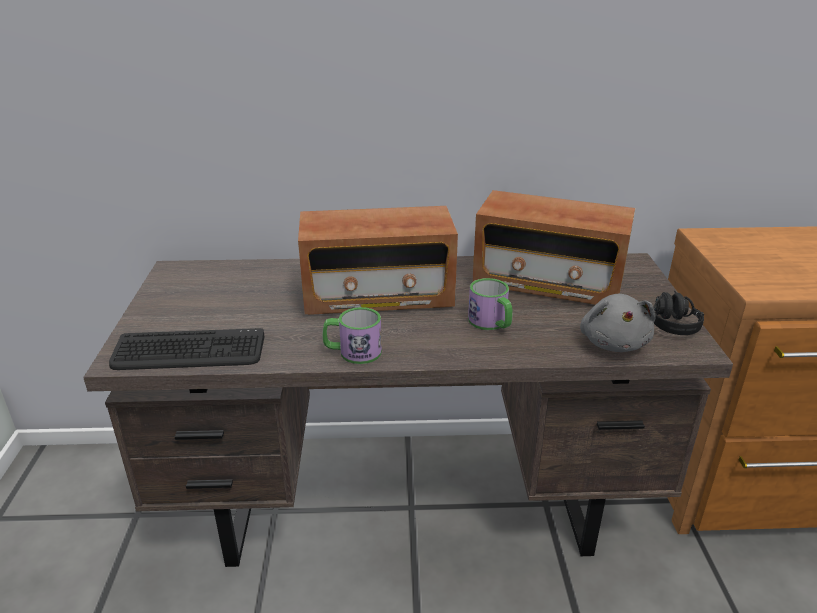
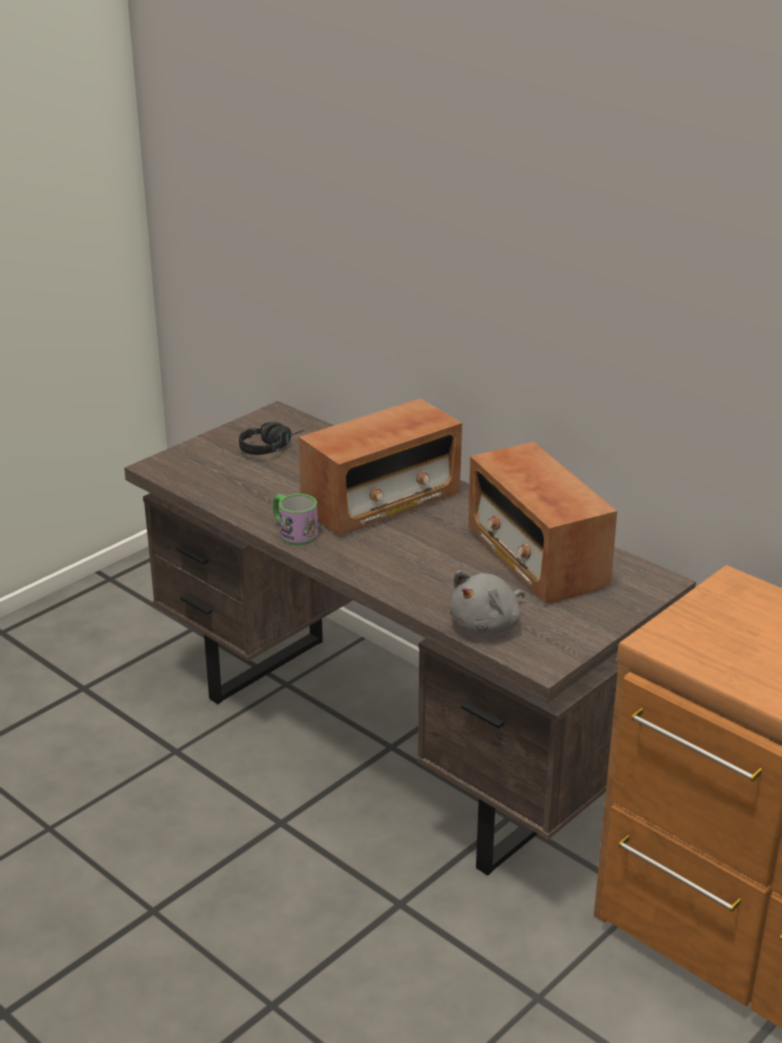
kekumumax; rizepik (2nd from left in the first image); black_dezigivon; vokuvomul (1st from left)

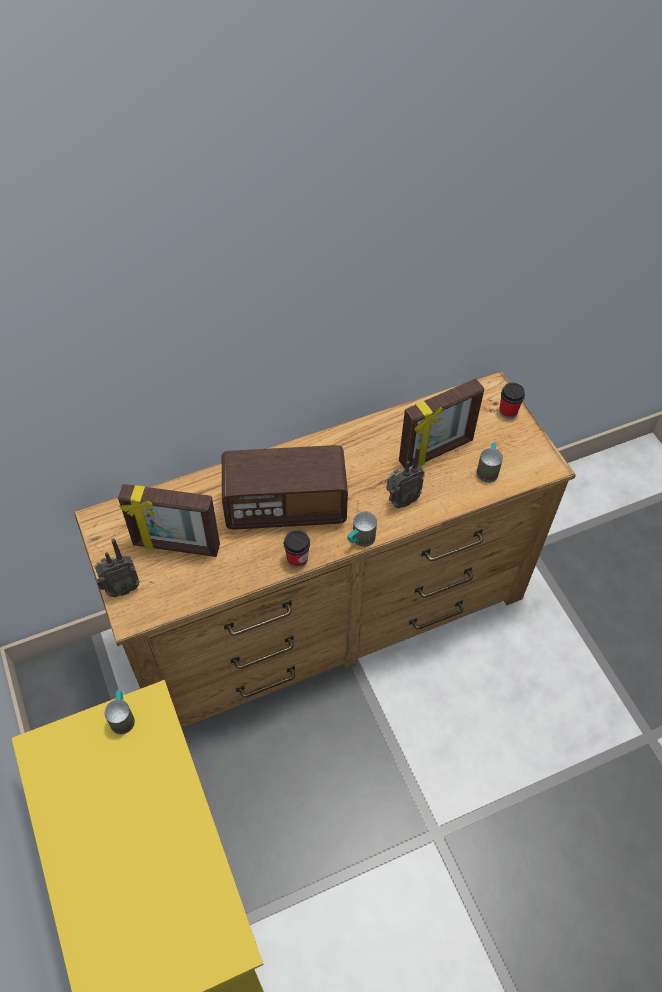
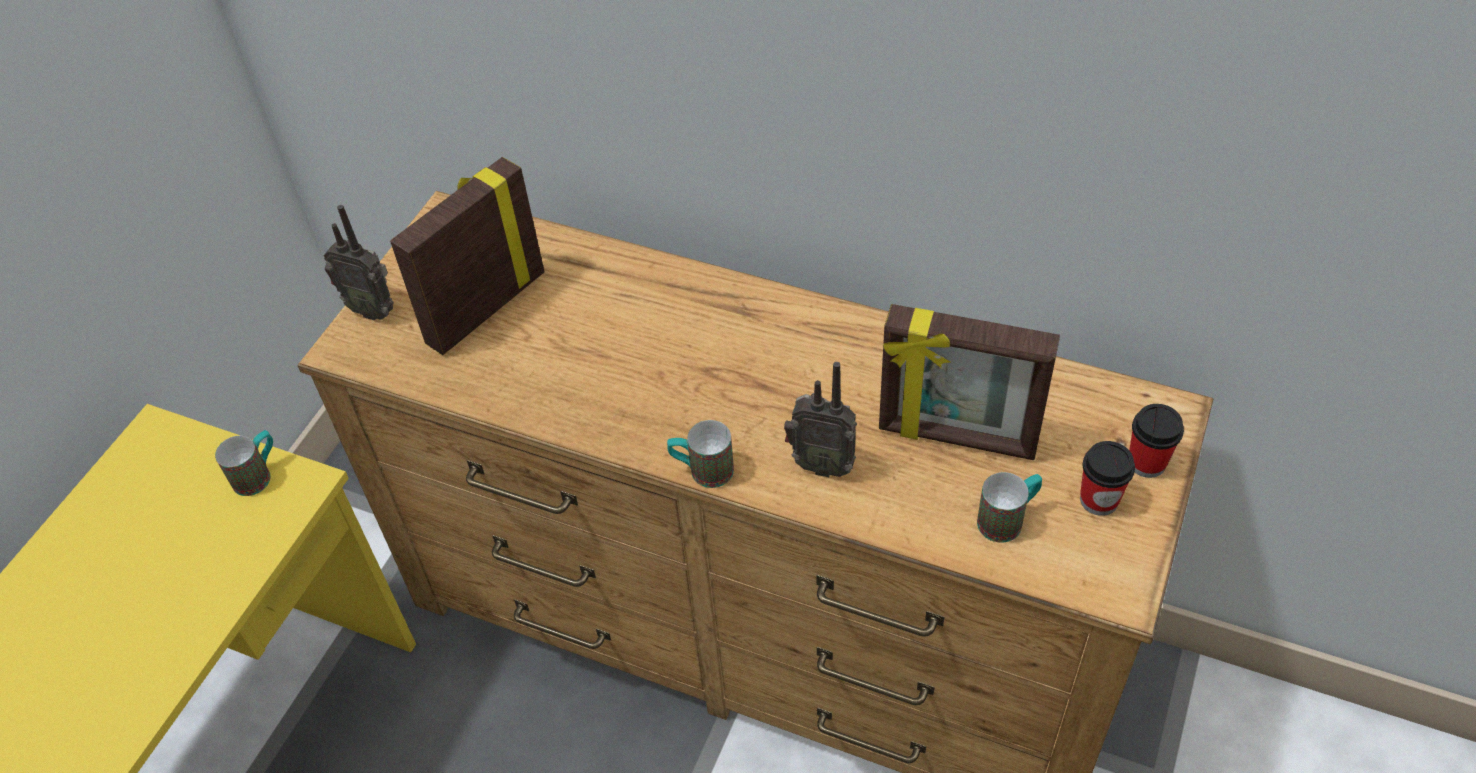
vokuvomul (2nd from left in the first image); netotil (1st from left); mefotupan (1st from left)

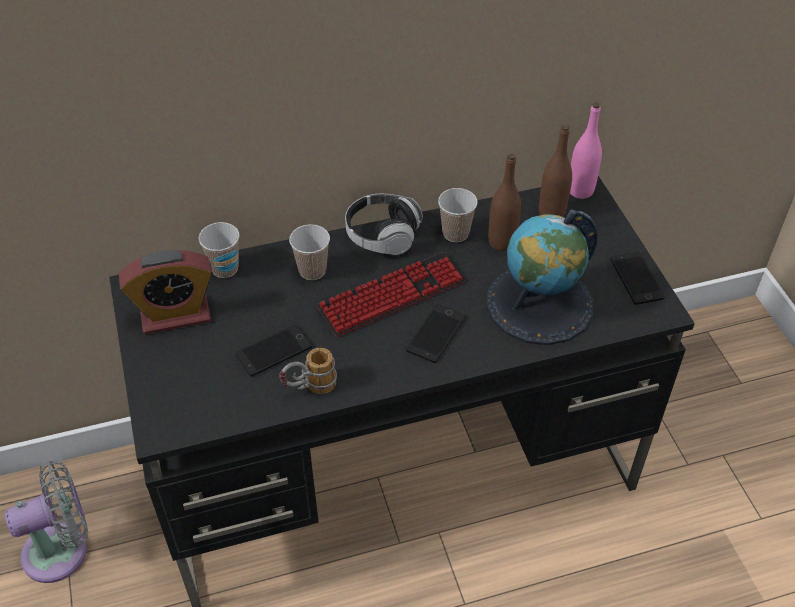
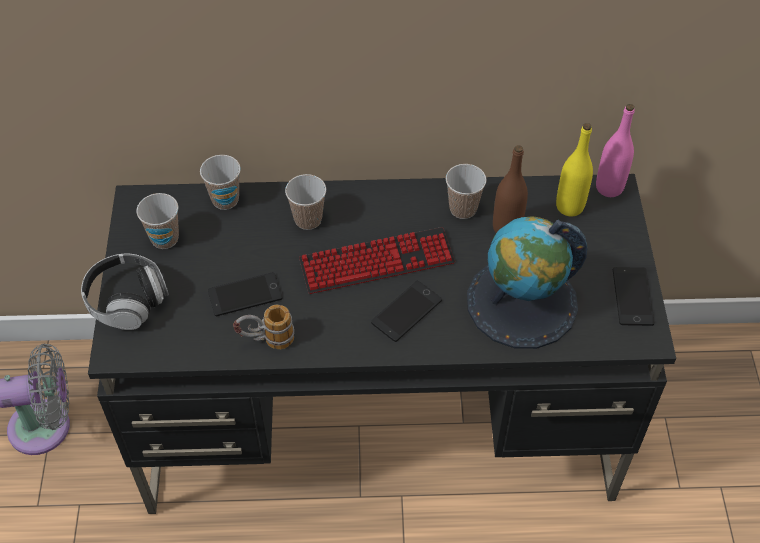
dezigivon; netotil (1st from left); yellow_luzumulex

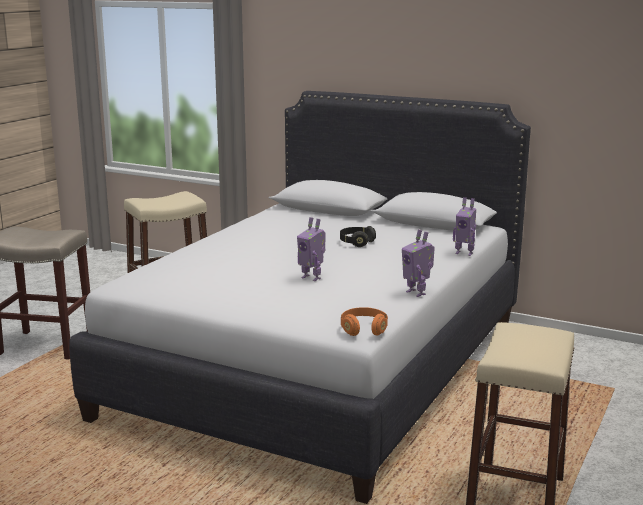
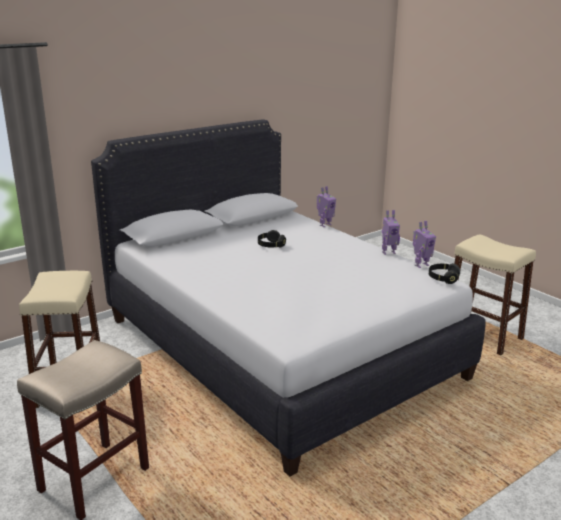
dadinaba (3rd from left); black_dezigivon (2nd from left)

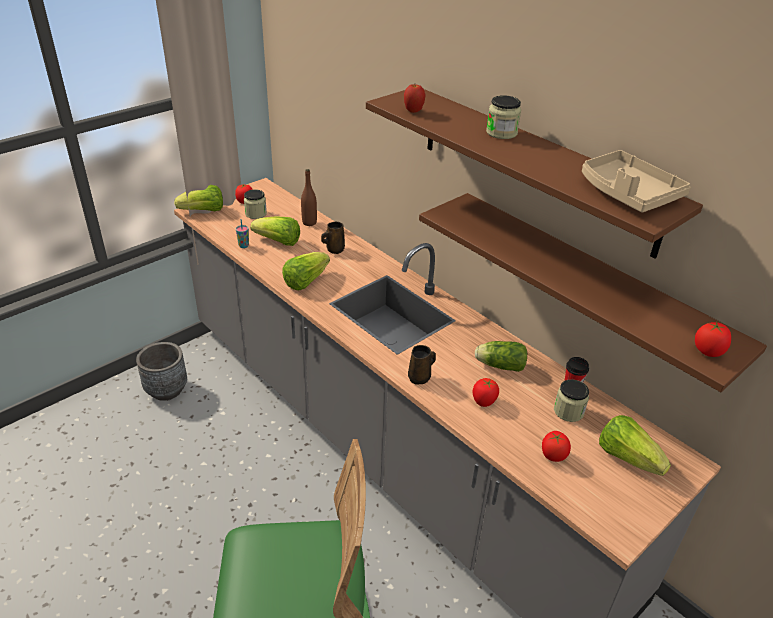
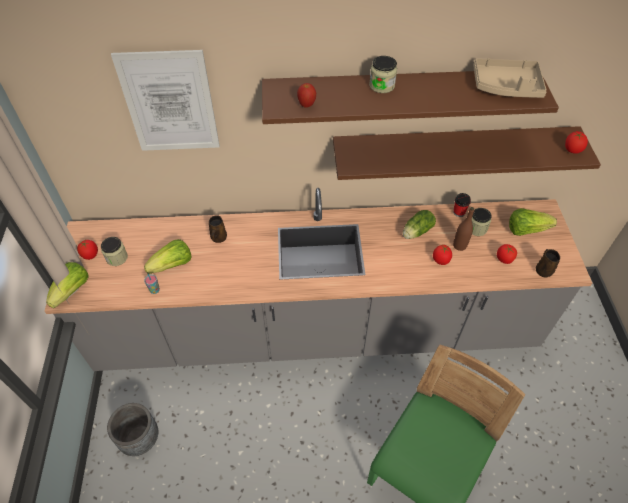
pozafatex (3rd from left in the first image); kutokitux; brown_luzumulex; brown_rizepik (2nd from left)

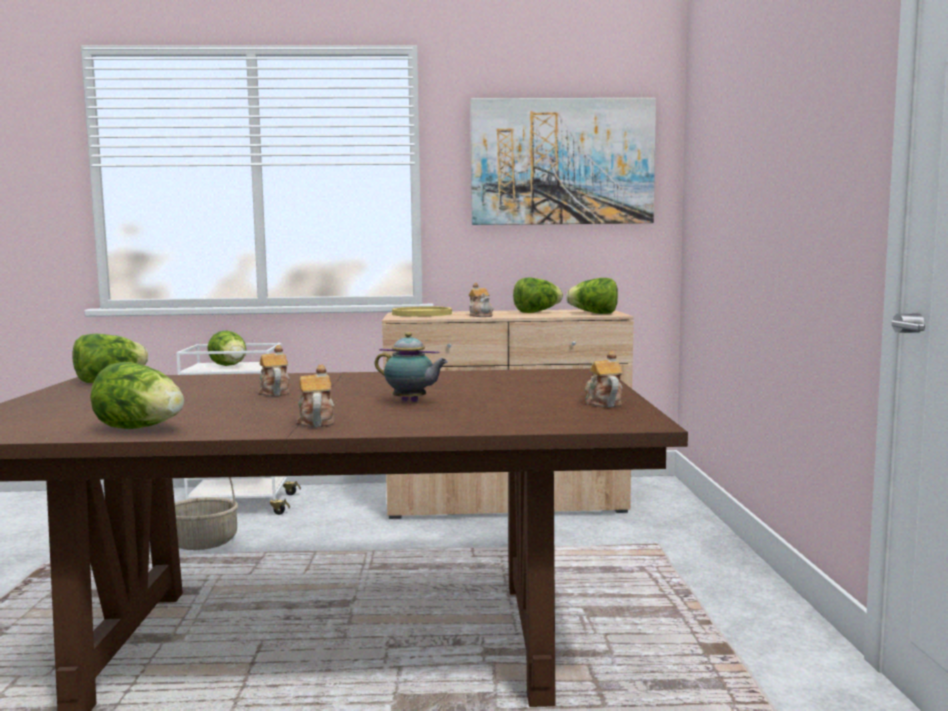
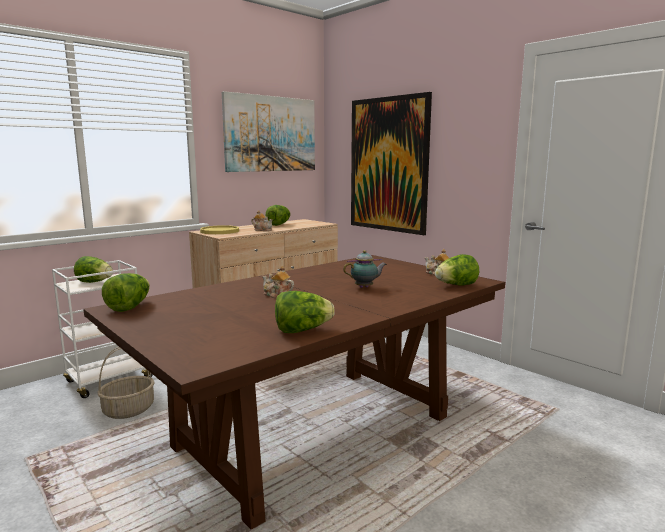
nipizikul (2nd from left in the first image); kutokitux (2nd from left); pozafatex (5th from left)

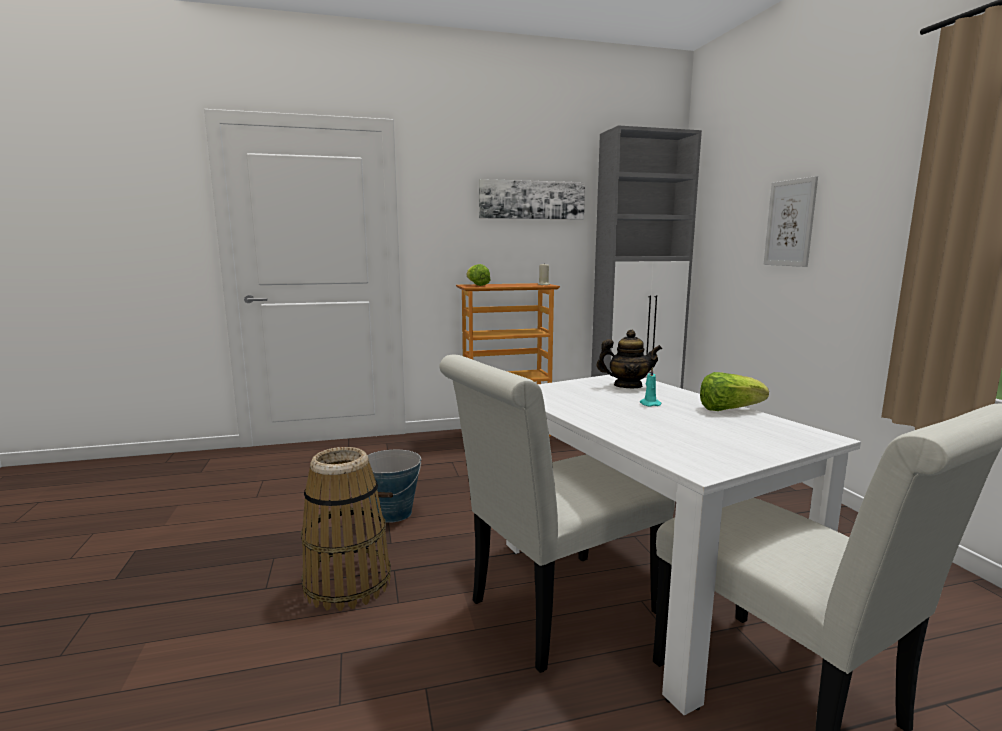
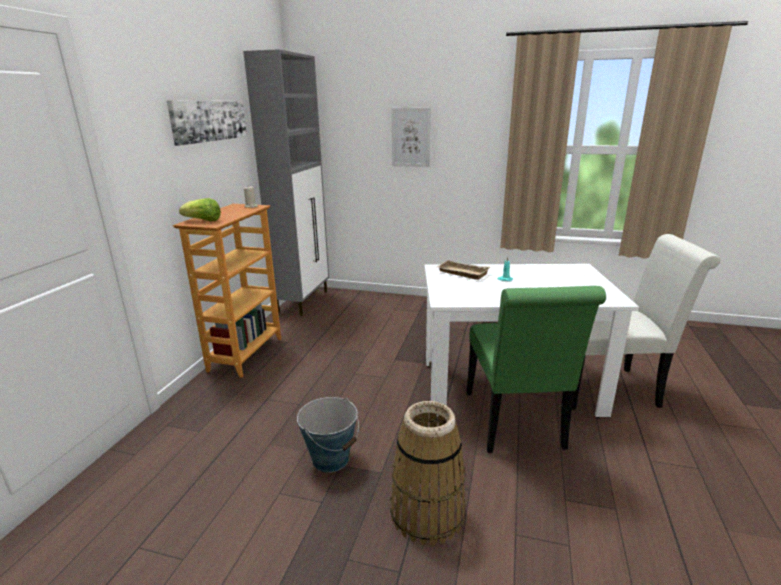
pozafatex (2nd from left in the first image); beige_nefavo; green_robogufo

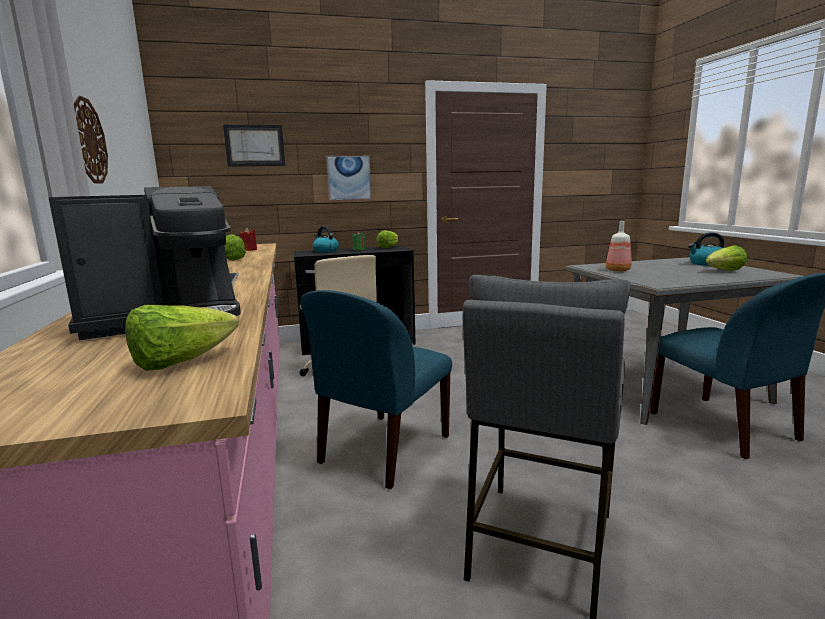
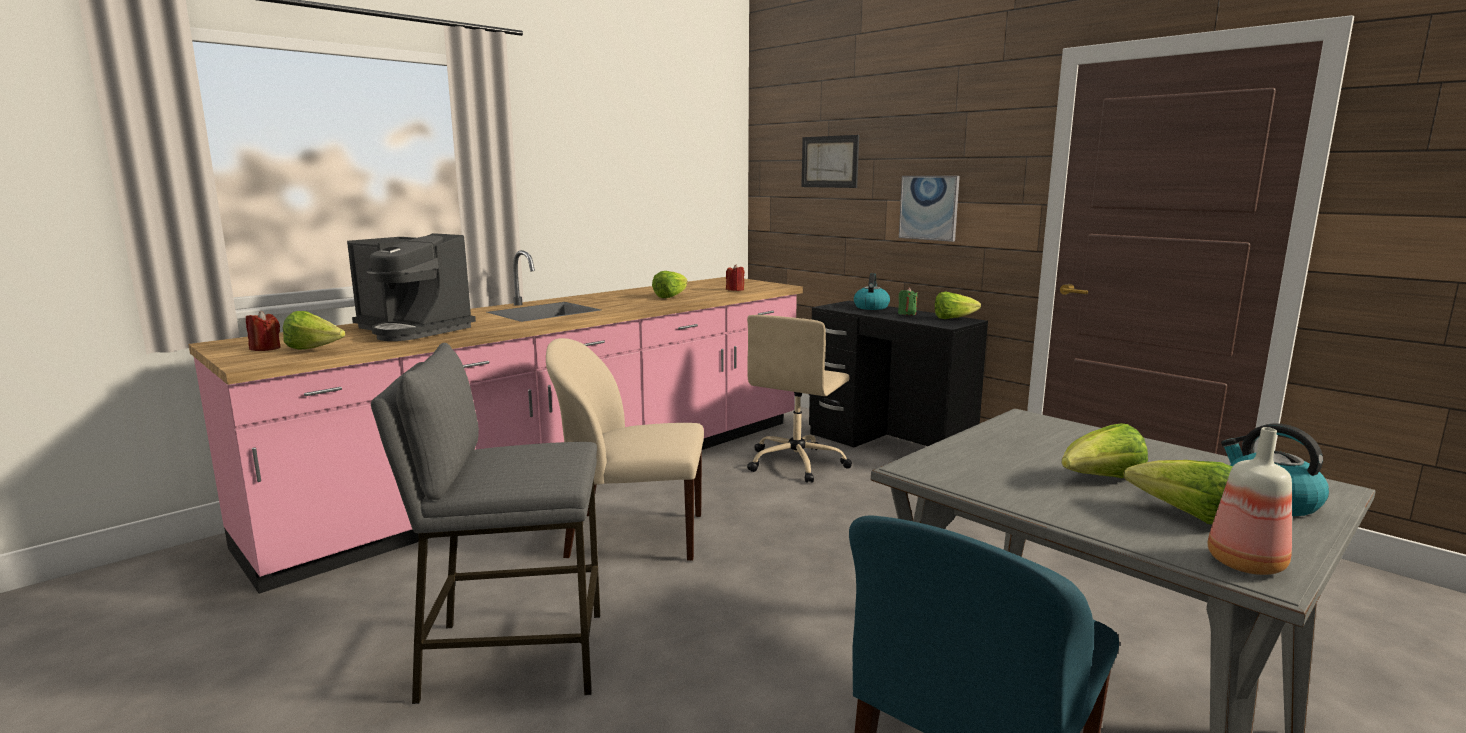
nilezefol; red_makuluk (1st from left); pozafatex (4th from left); luzumulex; beige_robogufo

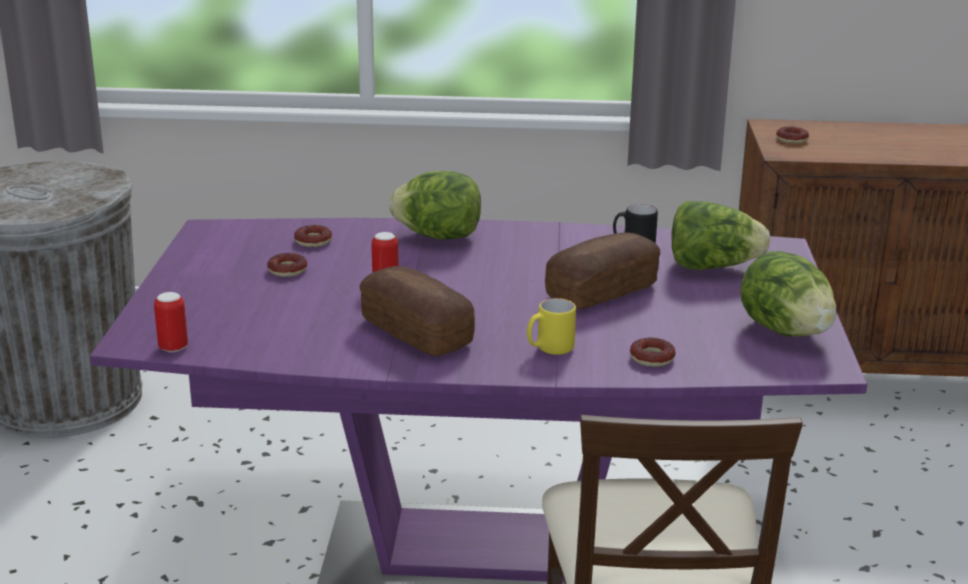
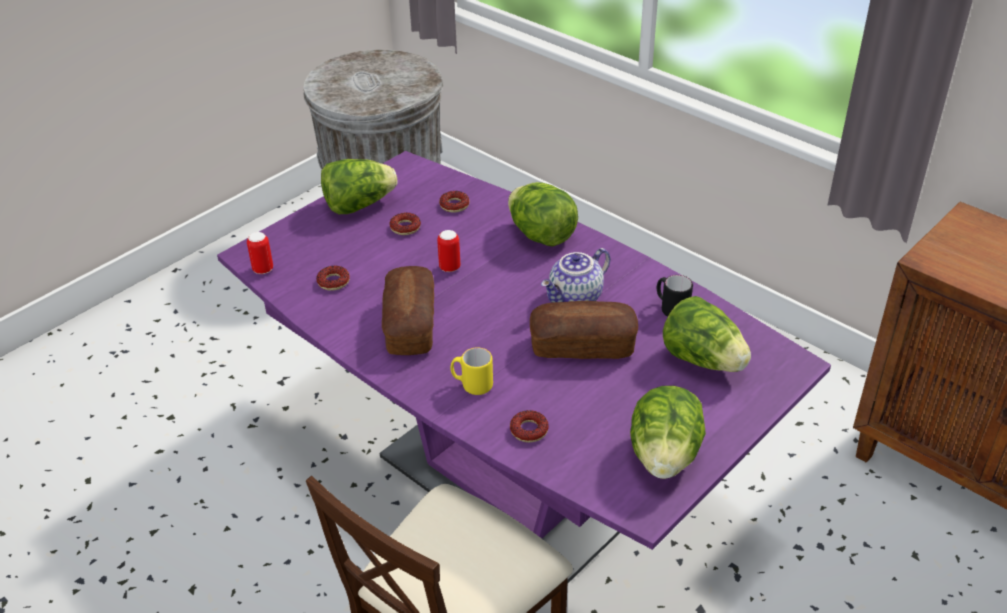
pozafatex (1st from left); nipizikul; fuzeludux (1st from left)

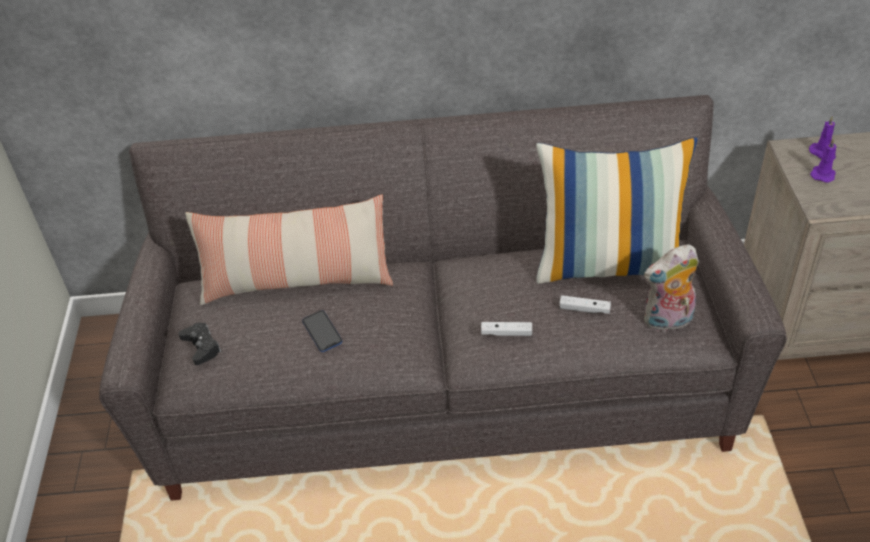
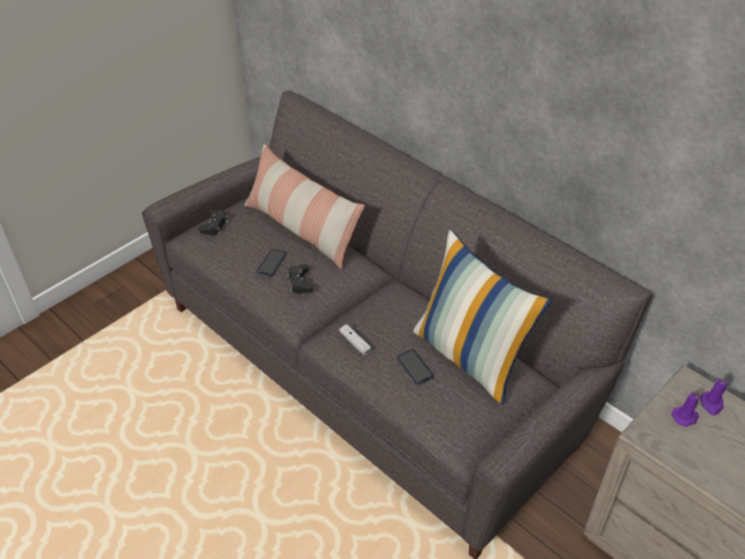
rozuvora; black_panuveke (2nd from left); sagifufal (2nd from left)

